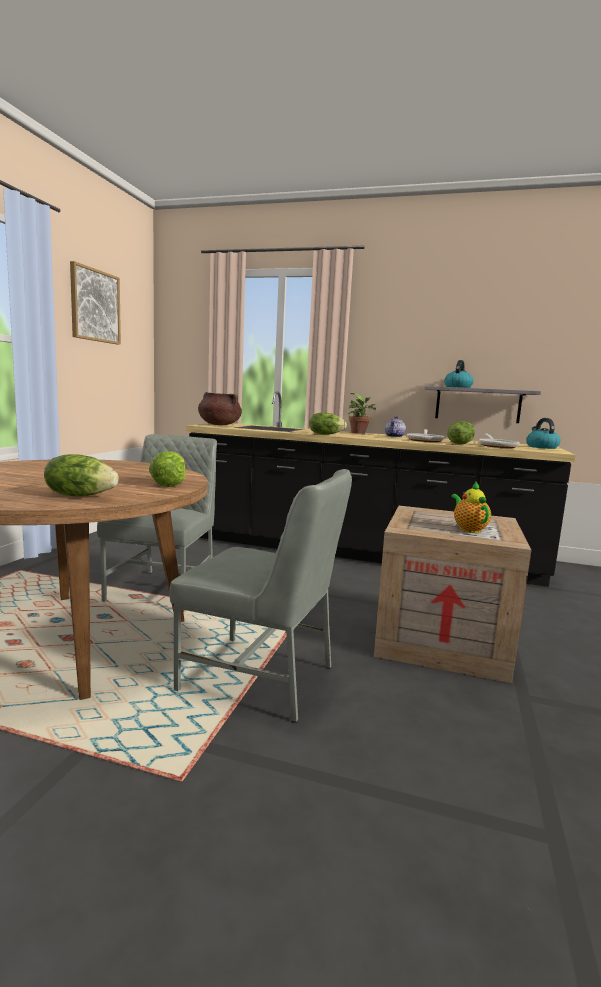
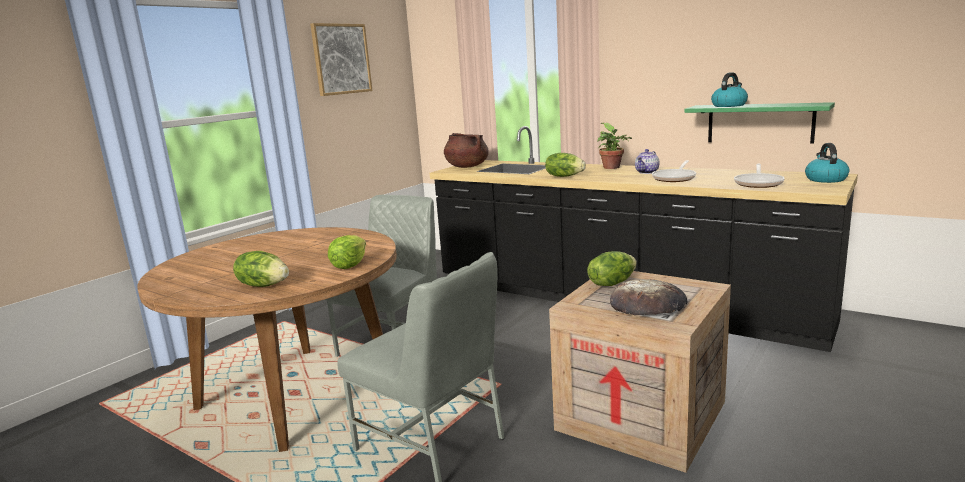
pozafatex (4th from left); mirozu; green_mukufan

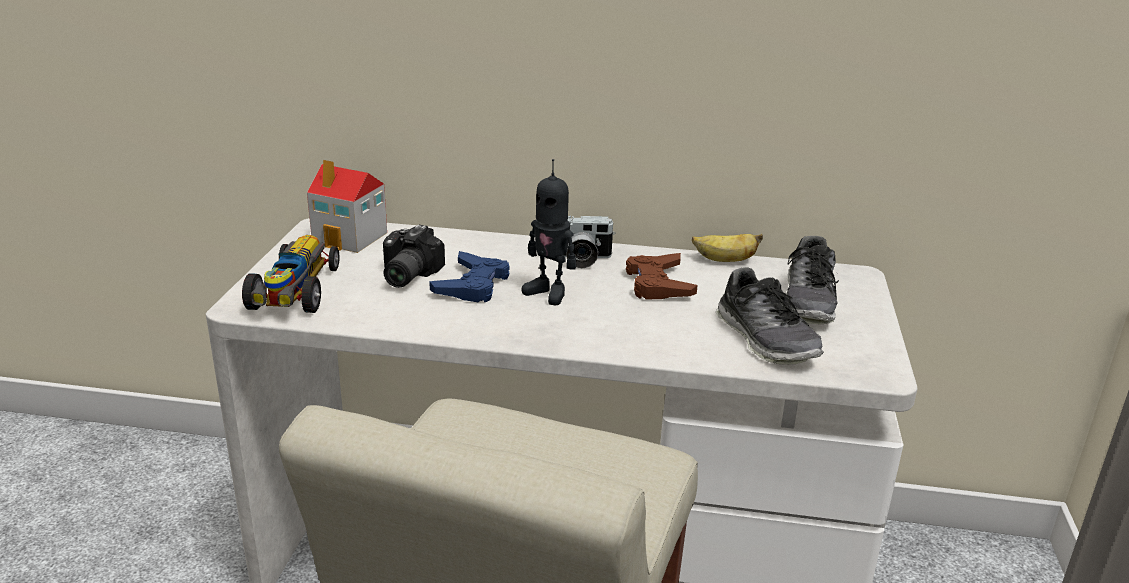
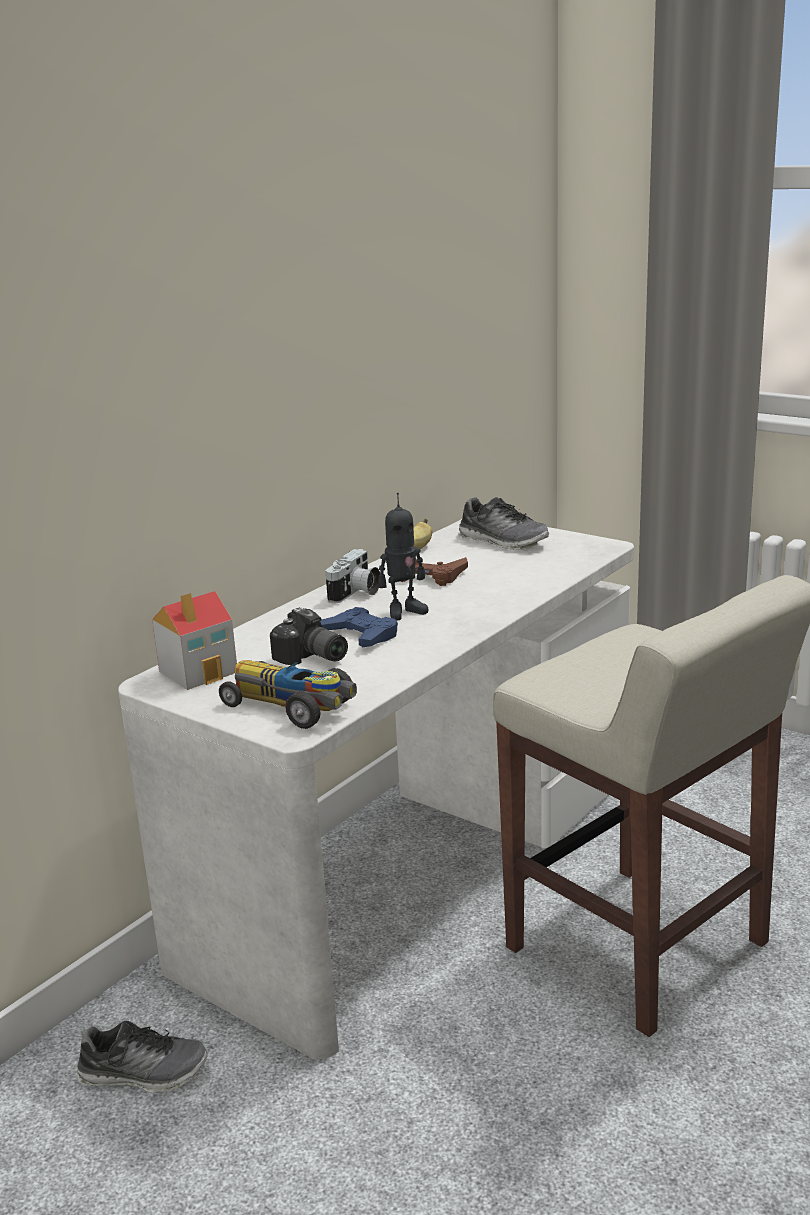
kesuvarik (1st from left)

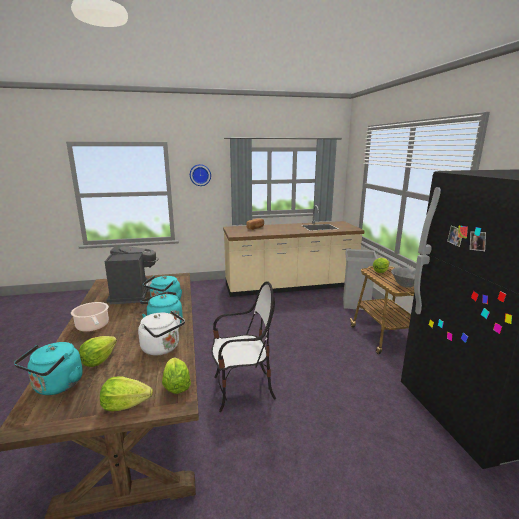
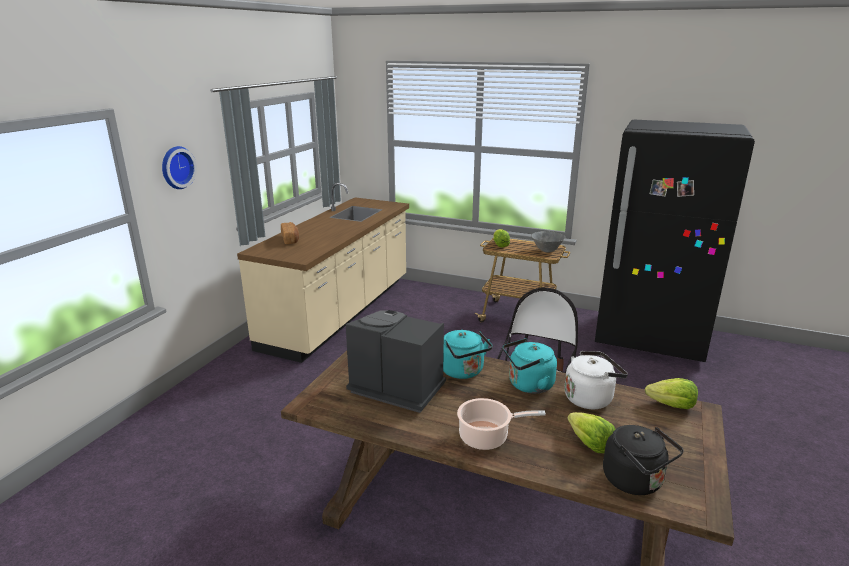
pozafatex (2nd from left in the first image); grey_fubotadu; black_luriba

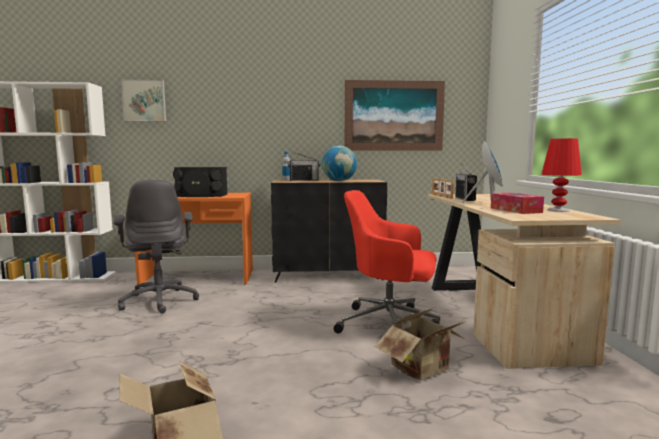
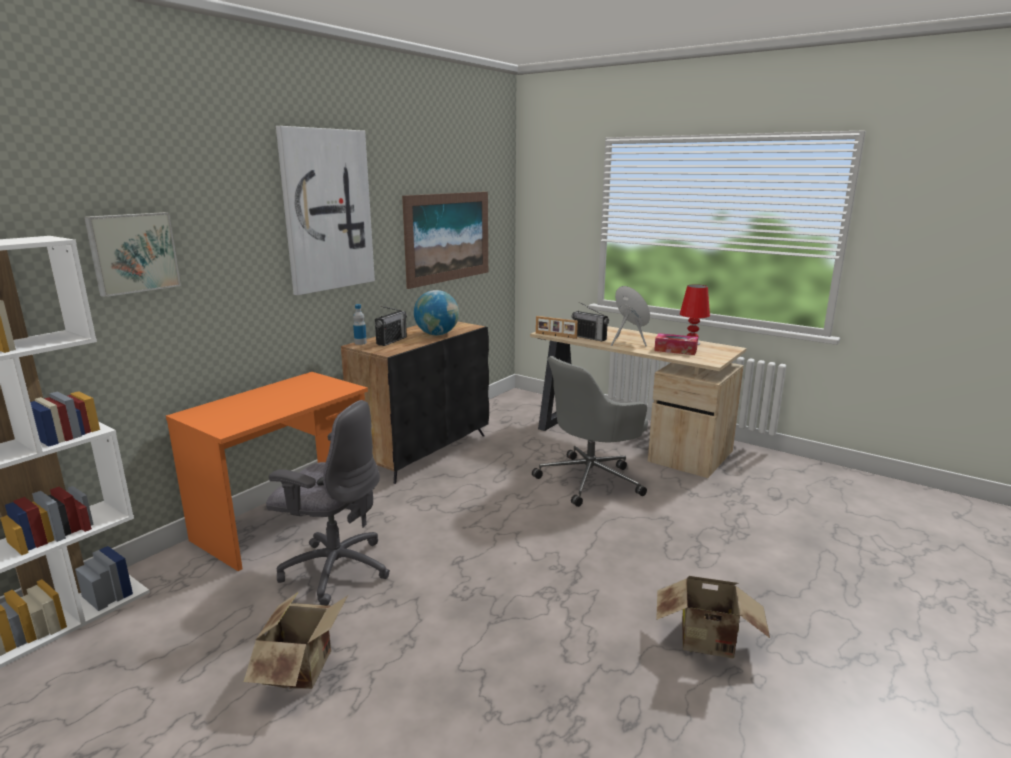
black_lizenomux; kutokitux (2nd from left); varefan (1st from left); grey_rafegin (2nd from left)

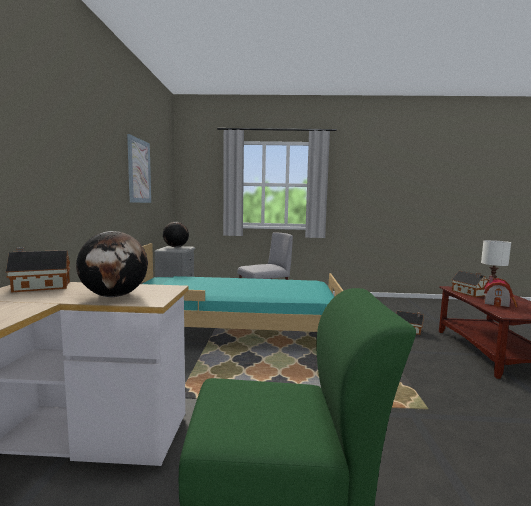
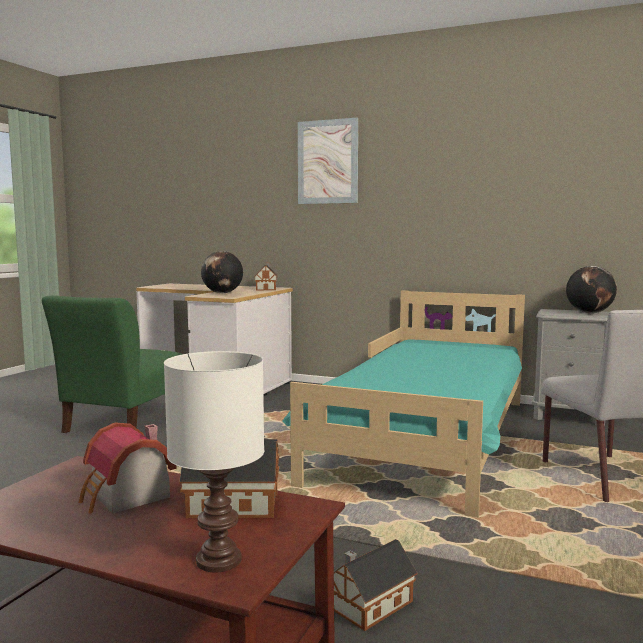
kutokitux

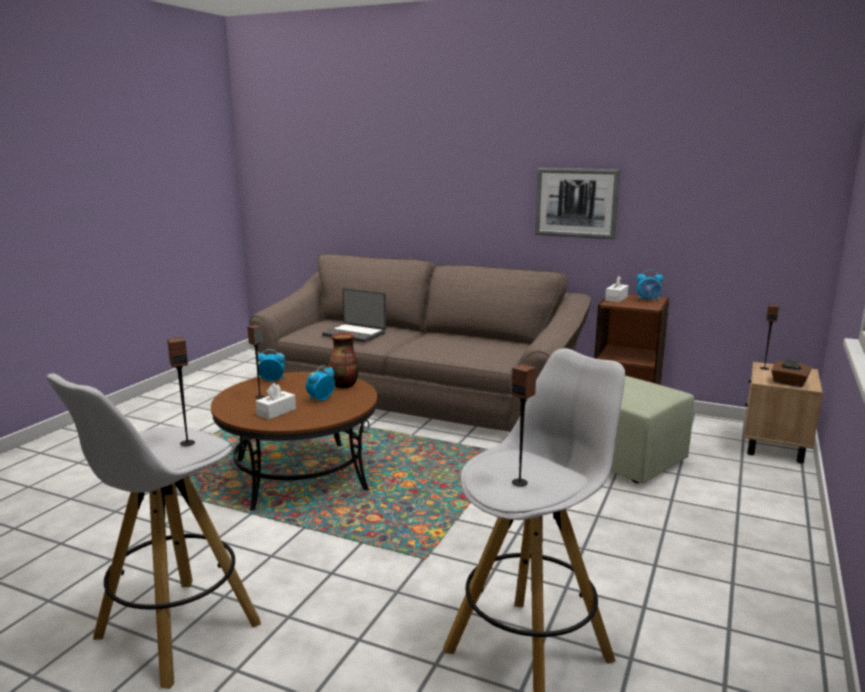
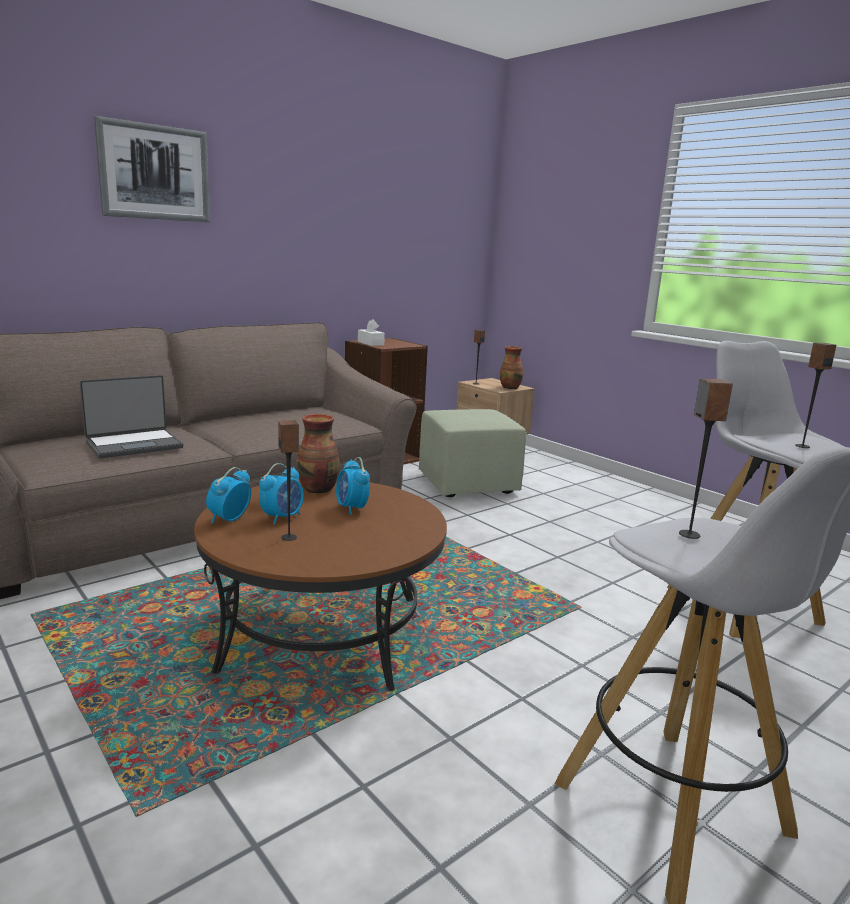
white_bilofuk (1st from left in the first image); kutokitux; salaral (2nd from left); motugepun (2nd from left)

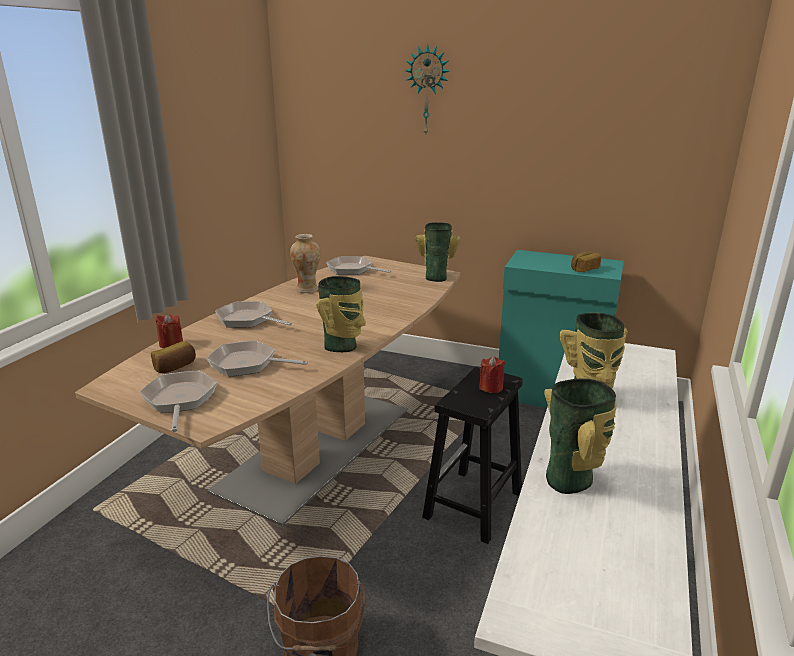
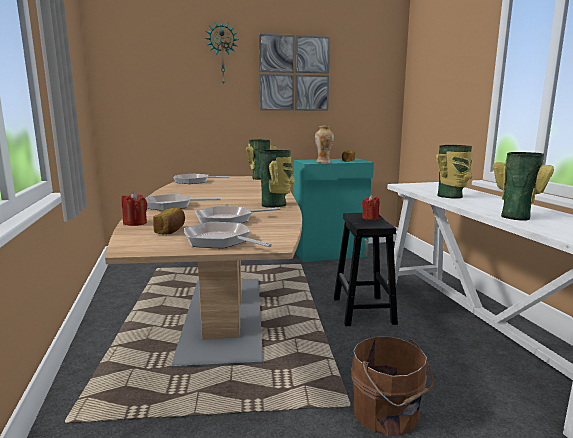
kutokitux; motugepun (3rd from left)

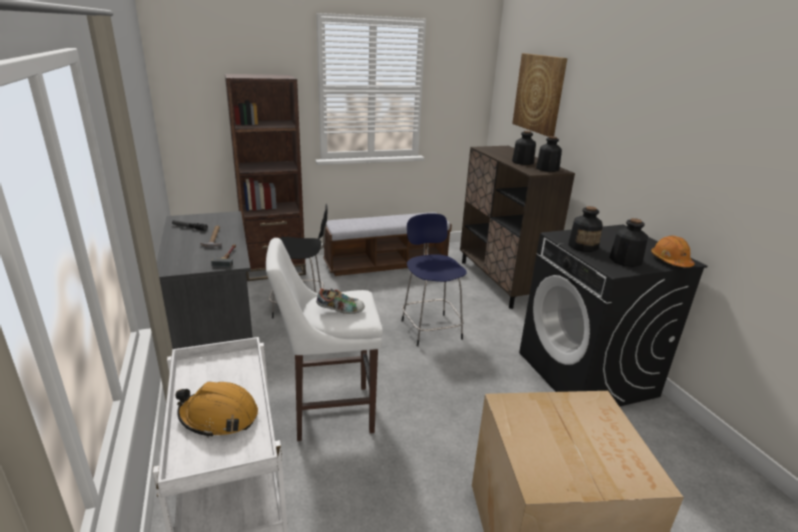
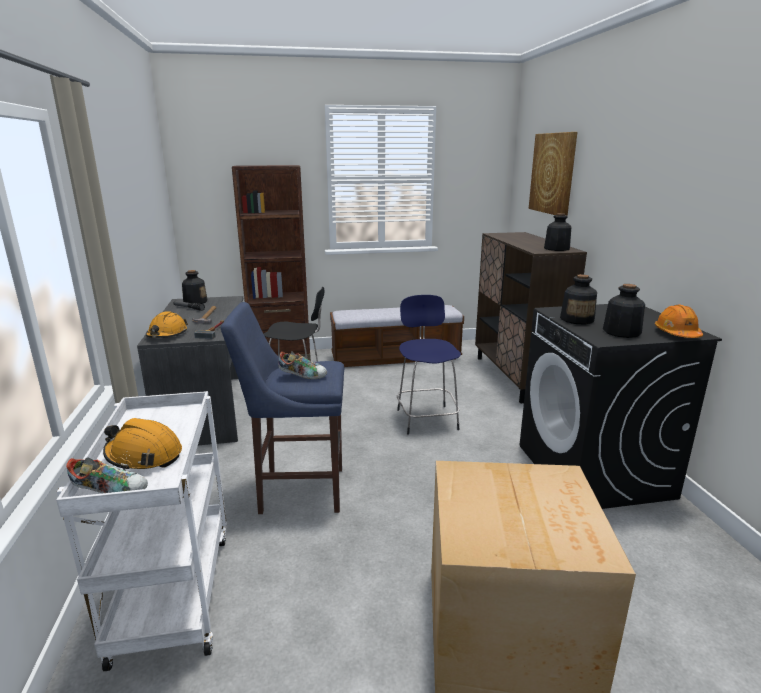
kesuvarik (1st from left); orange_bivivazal (2nd from left); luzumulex (1st from left); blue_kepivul (1st from left)

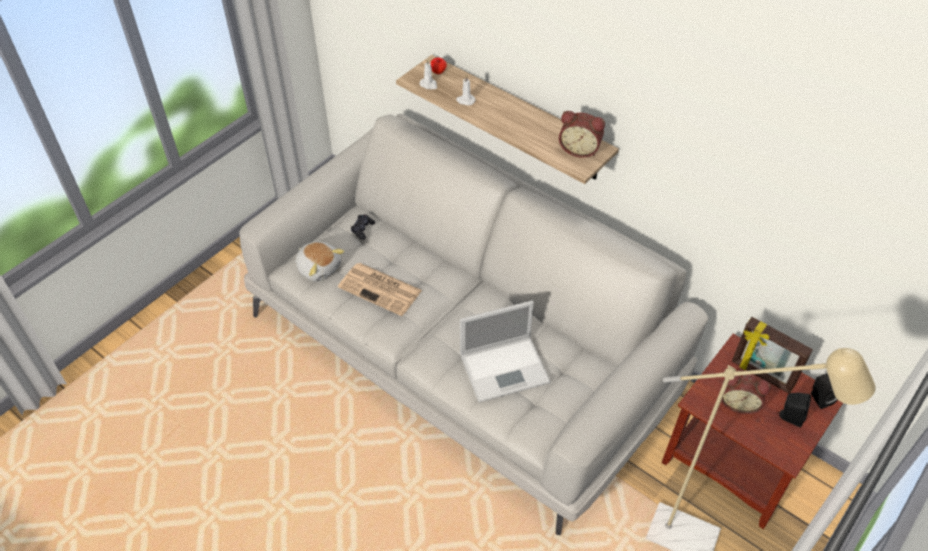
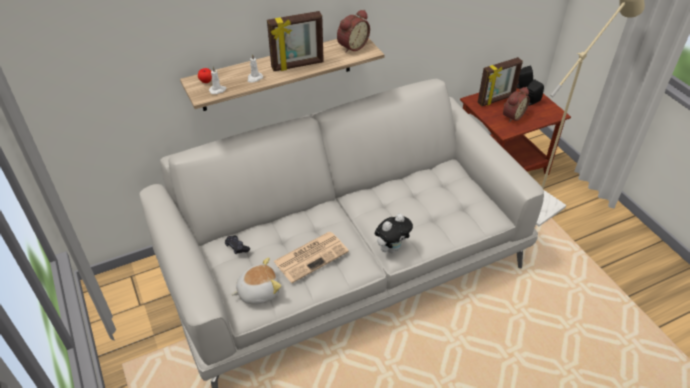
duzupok; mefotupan (1st from left); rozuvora (2nd from left)

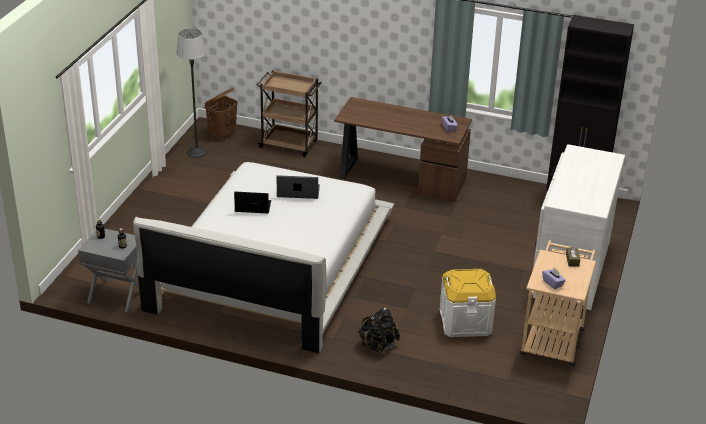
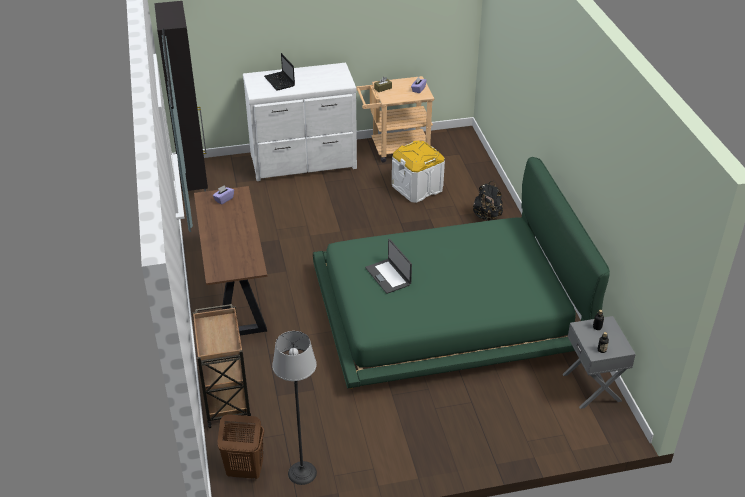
duzupok (1st from left); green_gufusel

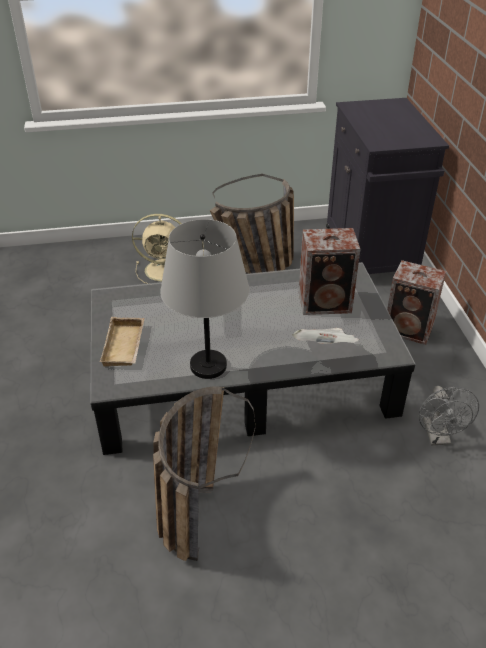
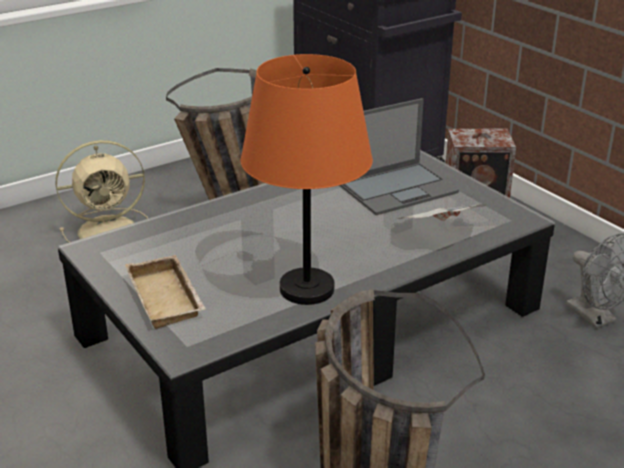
duzupok; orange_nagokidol

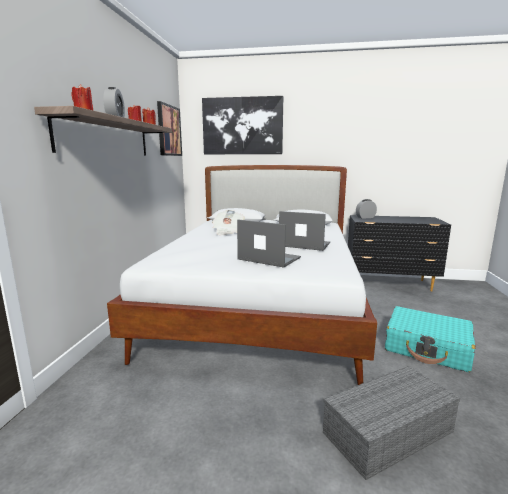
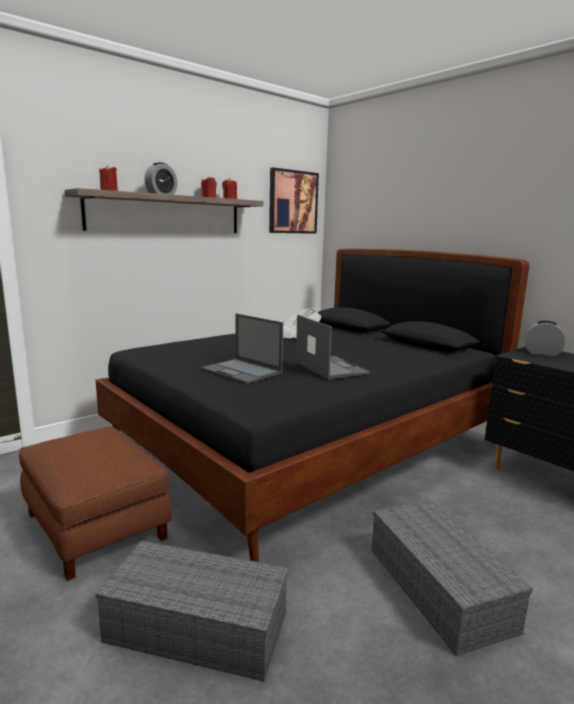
kutokitux (2nd from left in the first image); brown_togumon; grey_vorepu (2nd from left); black_gufusel; duzupok (1st from left)

